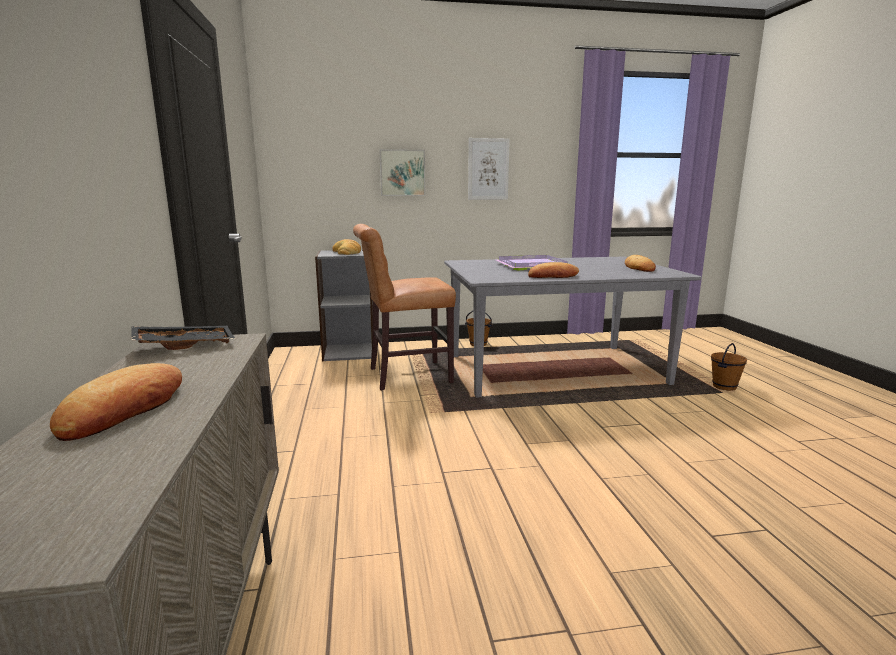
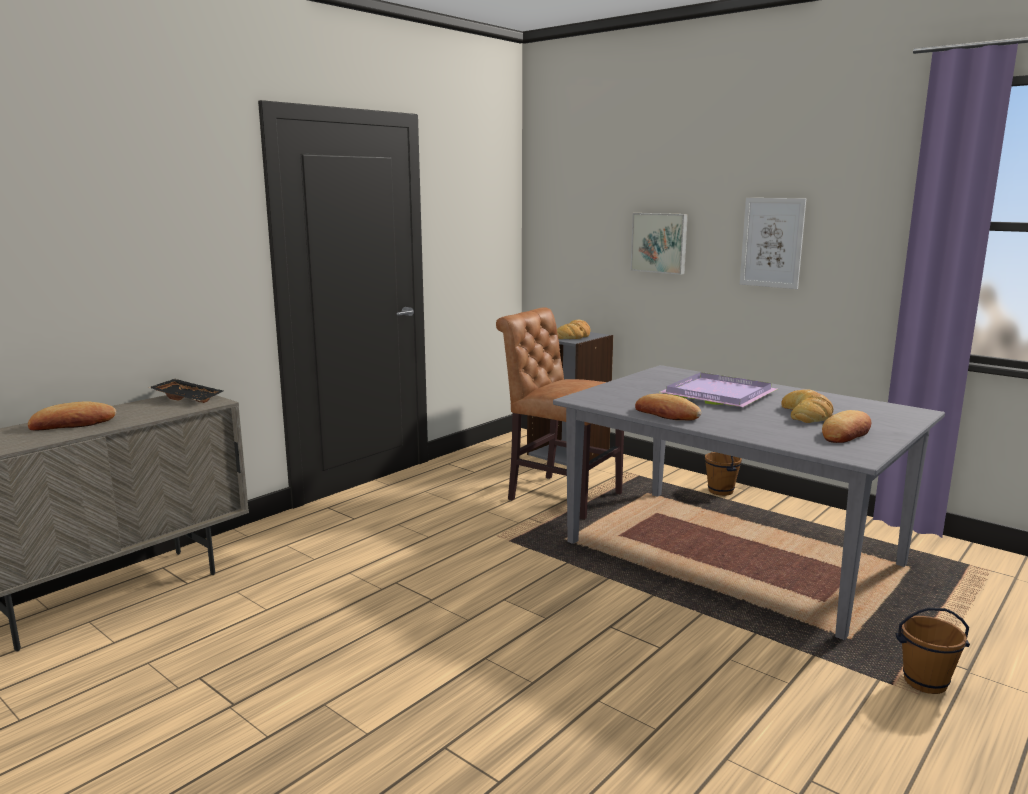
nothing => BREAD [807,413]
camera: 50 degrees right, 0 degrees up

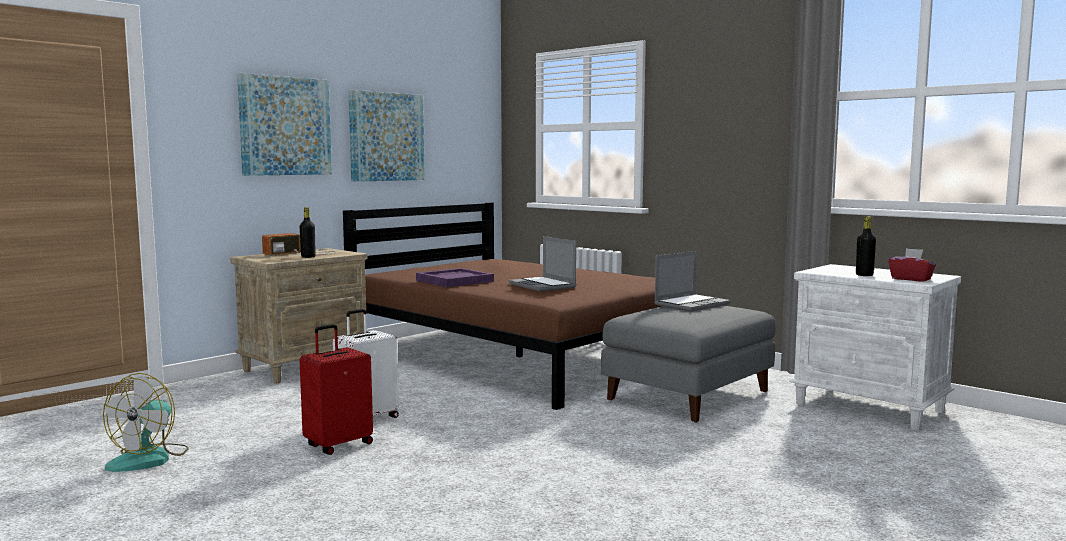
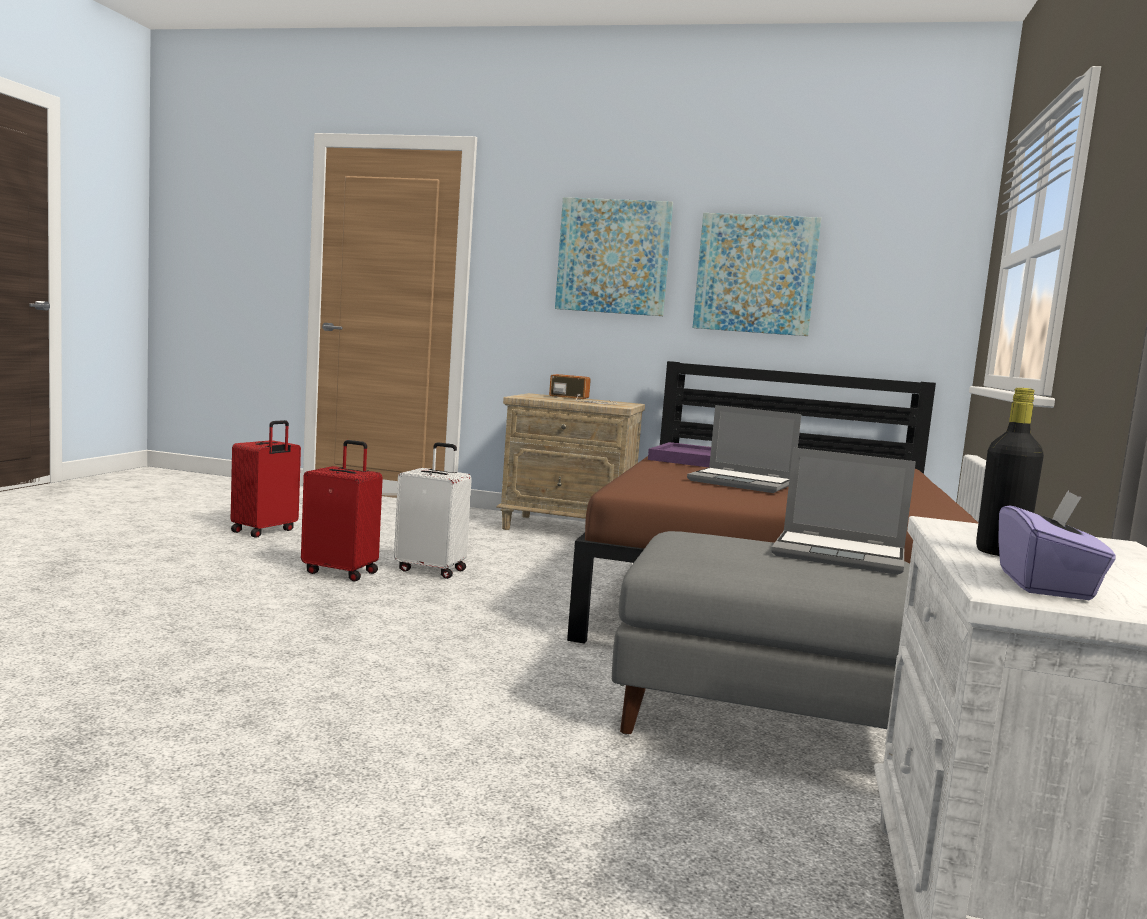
BLACKISH DRINK BOTTLE [308,257] => nothing
ELECTRIC FAN [149,458] => RED-COLOURED TRAVEL CASE [265,531]
RED-COLOURED TISSUE BOX [911,279] => PURPLE TISSUE BOX [1046,585]
NOTEBOOK COMPUTER [543,285] => NOTEBOOK COMPUTER [742,483], 90 degrees counterclockwise
camera: 60 degrees right, 0 degrees up

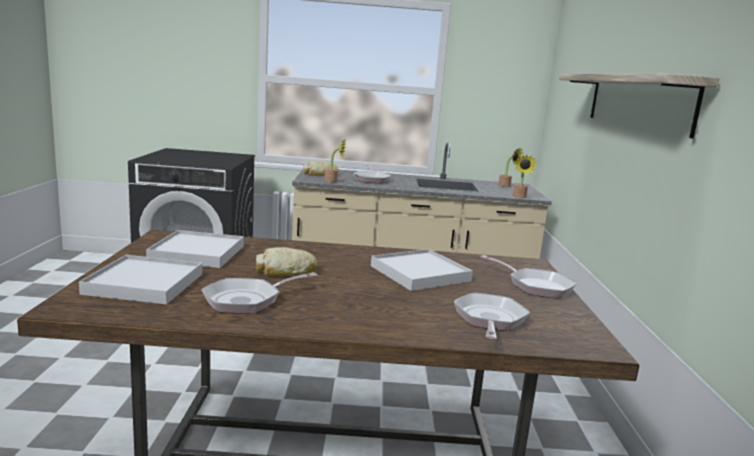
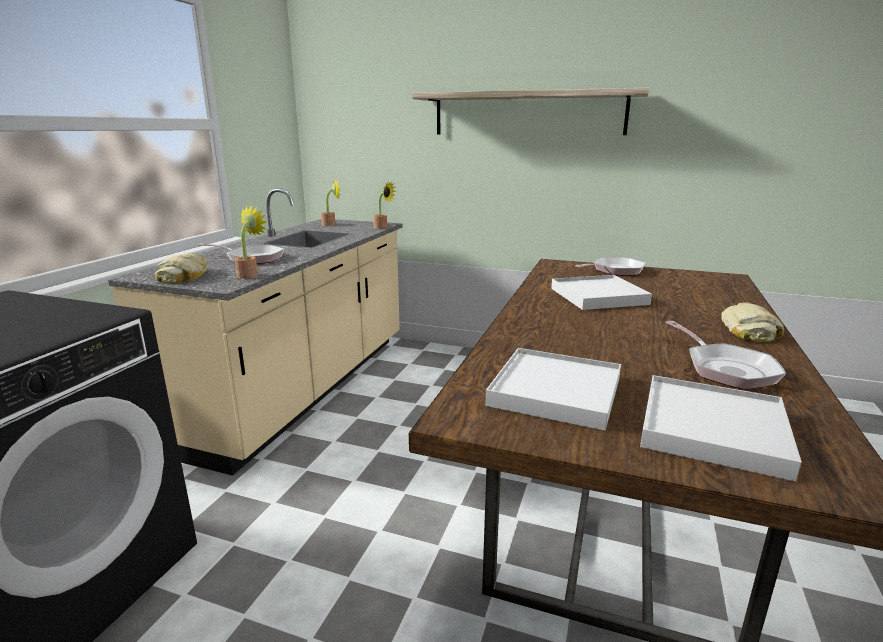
PAN [489,320] => nothing
BREAD [286,270] => BREAD [748,330], move
camera: 70 degrees left, 5 degrees up

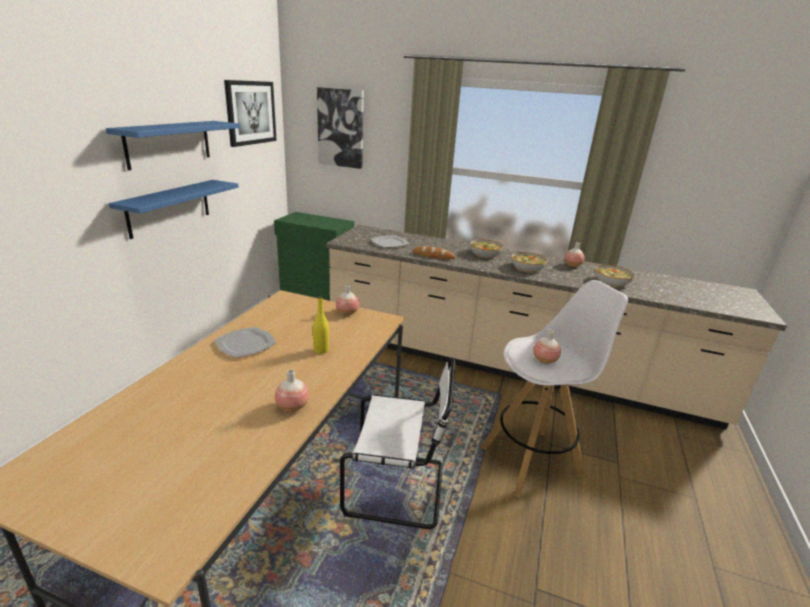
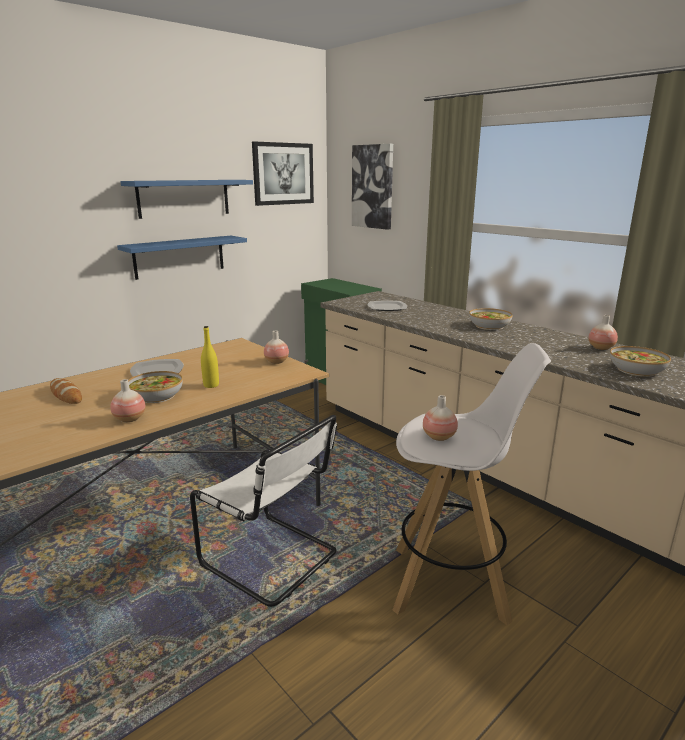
BREAD [433,256] => BREAD [66,394], move
SERVING BOWL [527,268] => SERVING BOWL [157,396], move
camera: 30 degrees right, 5 degrees down

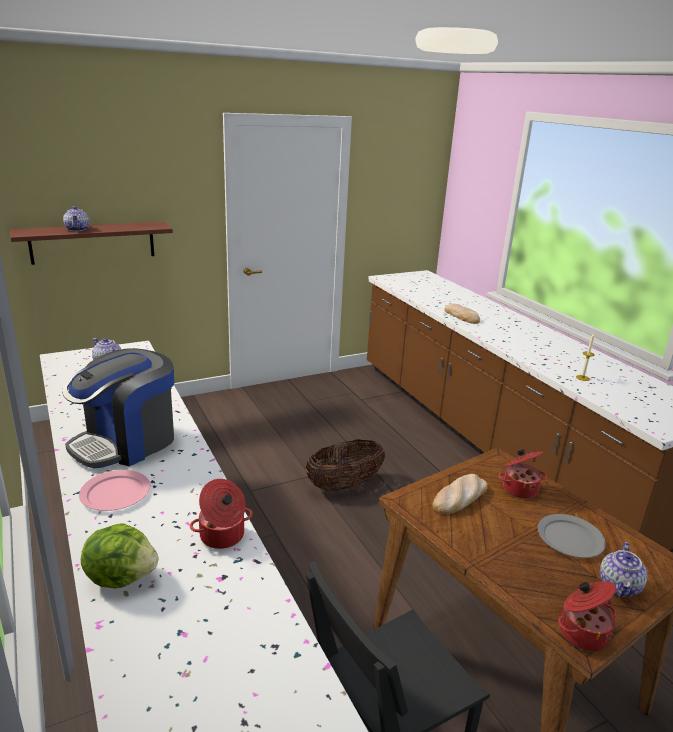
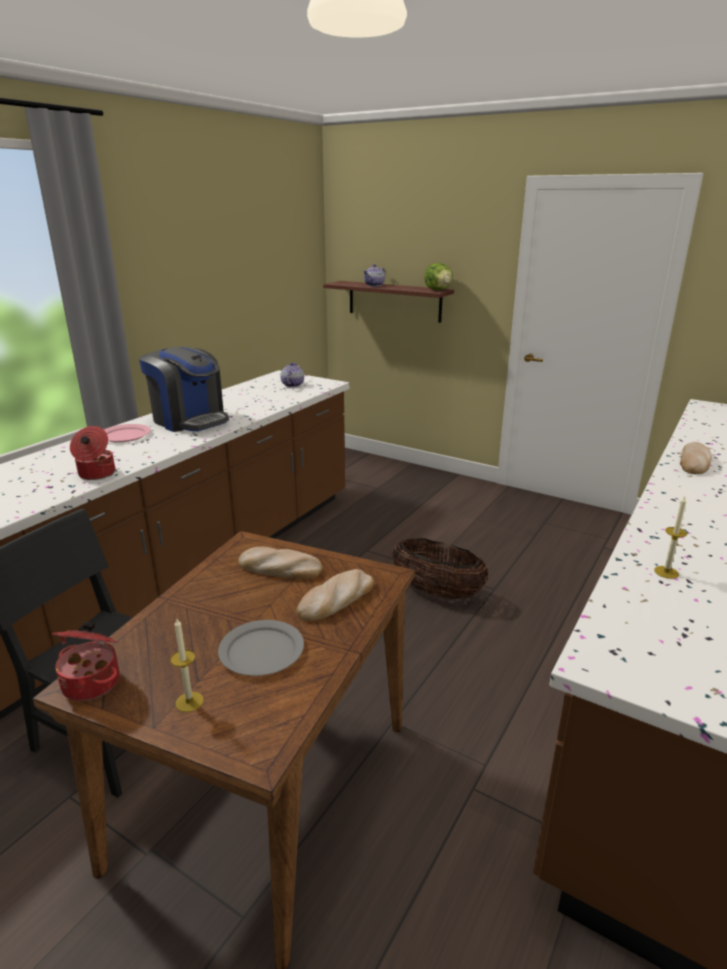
LETTUCE HEAD [122,576] => LETTUCE HEAD [438,290], move
STOCKPOT [519,488] => BREAD [336,599]
POT FOR TEA [620,586] => WAX CANDLE [189,702]
COFFEE MACHINE [126,442] => COFFEE MACHINE [189,420], 150 degrees counterclockwise
camera: 60 degrees right, 0 degrees up

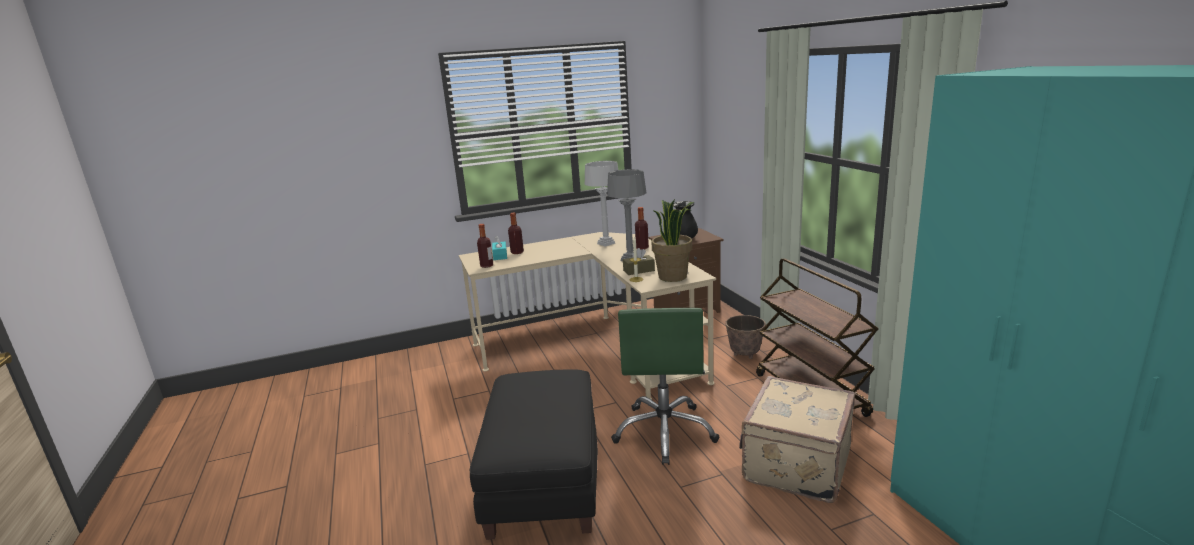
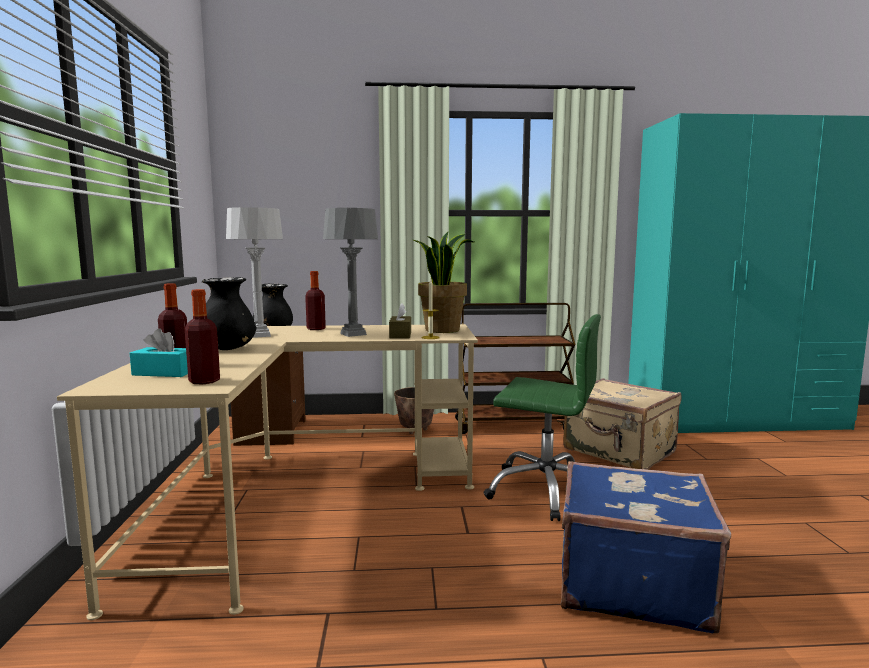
nothing => BLACKISH FLOWER VASE [228,349]
BLACKISH OTTOMAN [544,479] => BLUE TRAVEL CASE [630,582]
camera: 75 degrees left, 10 degrees down

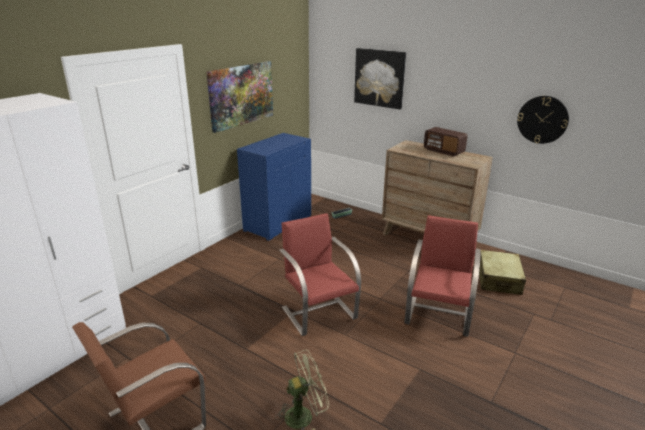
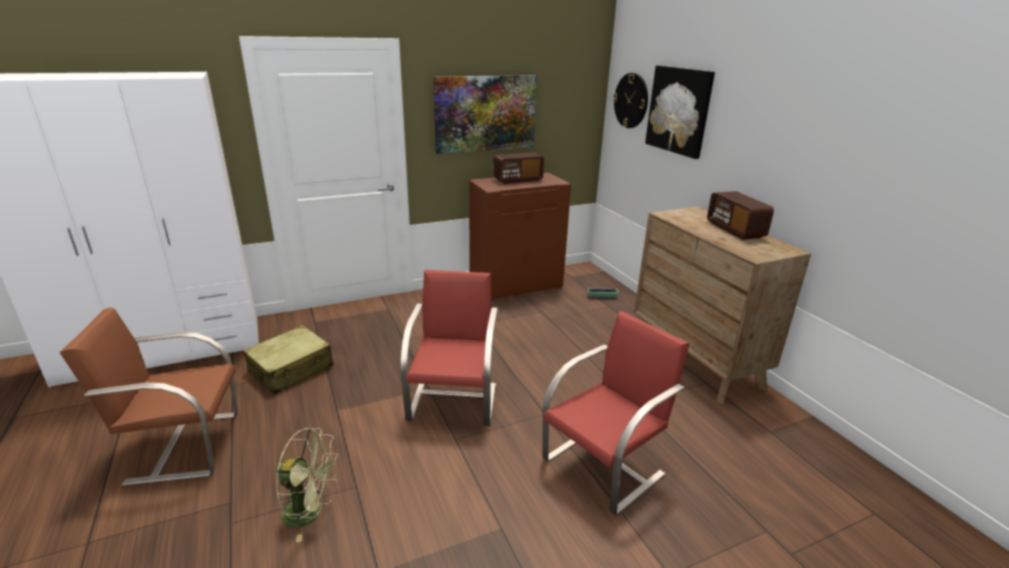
nothing => RADIO SET [518,180]
SAND-COLOURED TRAVEL CASE [498,279] => SAND-COLOURED TRAVEL CASE [291,369], move
WALL CLOCK [542,119] => WALL CLOCK [631,101], move
BLUE STORAGE CABINET [277,223] => BROWN-COLOURED STORAGE CABINET [516,285]
camera: 30 degrees right, 0 degrees up

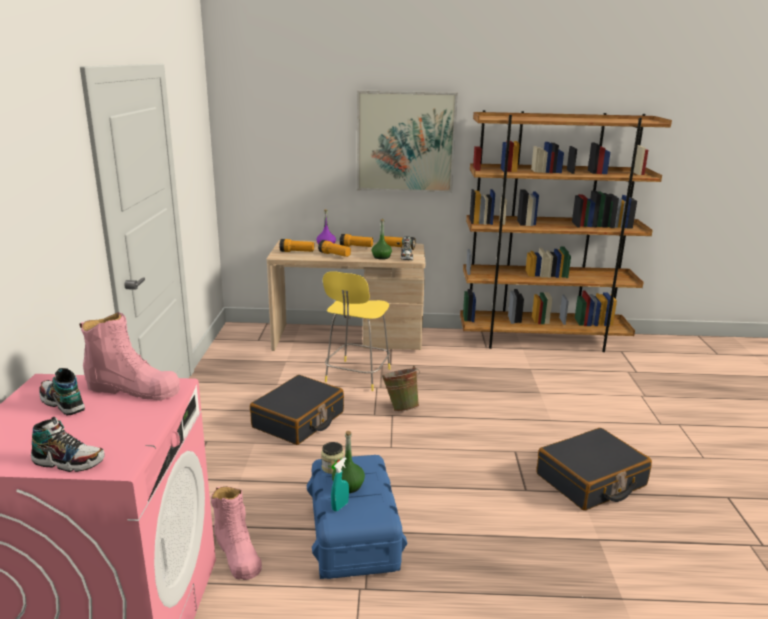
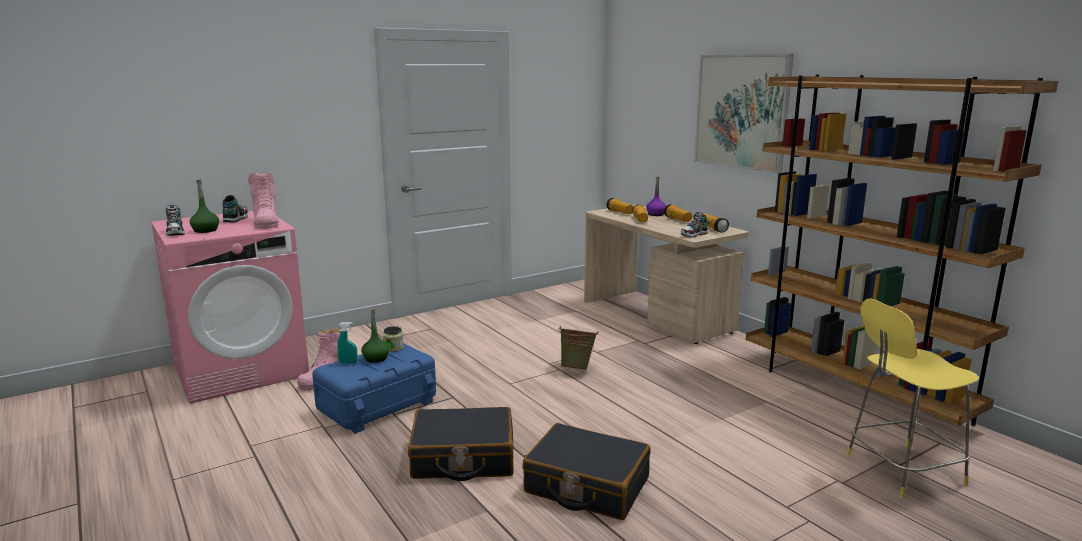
BLACKISH TRAVEL CASE [299,420] => BLACKISH TRAVEL CASE [463,458], move
YELLOW STOOL [357,376] => YELLOW STOOL [900,470], move
GREEN-COLOURED DRINK BOTTLE [381,257] => GREEN-COLOURED DRINK BOTTLE [205,230], move
camera: 55 degrees right, 5 degrees down

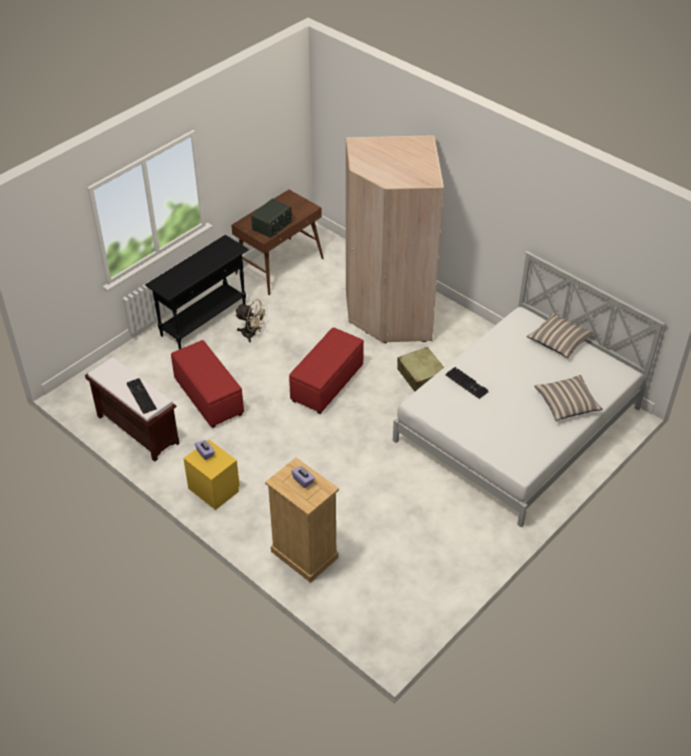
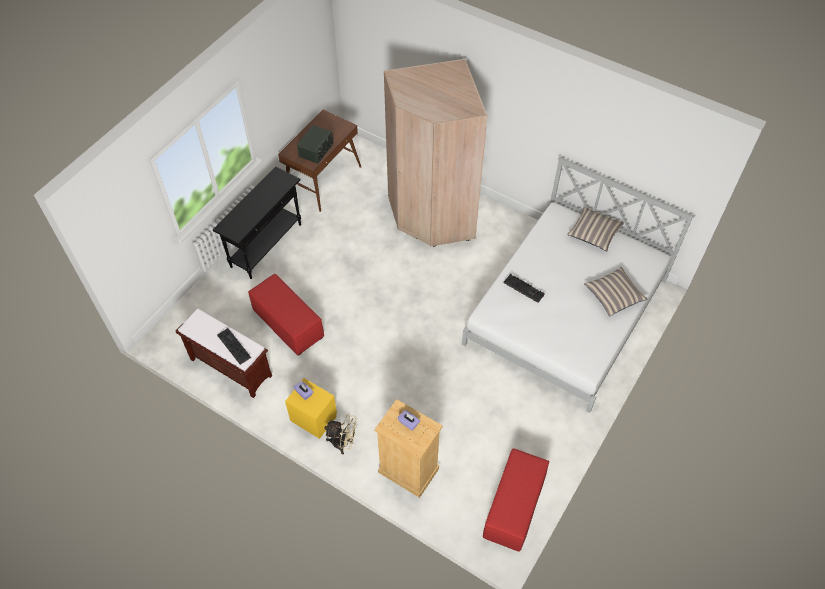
SAND-COLOURED TRAVEL CASE [421,376] => nothing
SAND-COLOURED ELECTRIC FAN [252,334] => SAND-COLOURED ELECTRIC FAN [343,443], move
RED-COLOURED OTTOMAN [327,383] => RED-COLOURED OTTOMAN [514,506], move
camera: 10 degrees left, 10 degrees up

